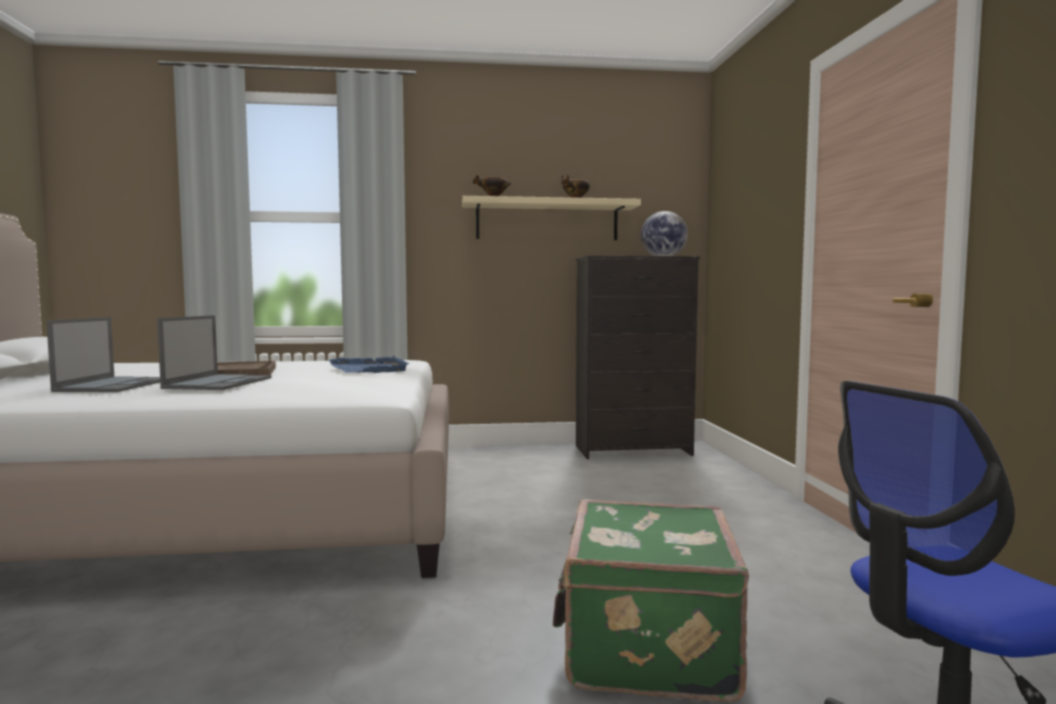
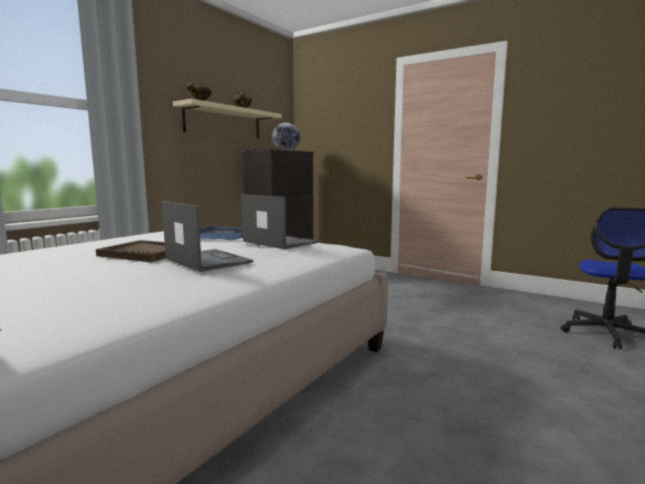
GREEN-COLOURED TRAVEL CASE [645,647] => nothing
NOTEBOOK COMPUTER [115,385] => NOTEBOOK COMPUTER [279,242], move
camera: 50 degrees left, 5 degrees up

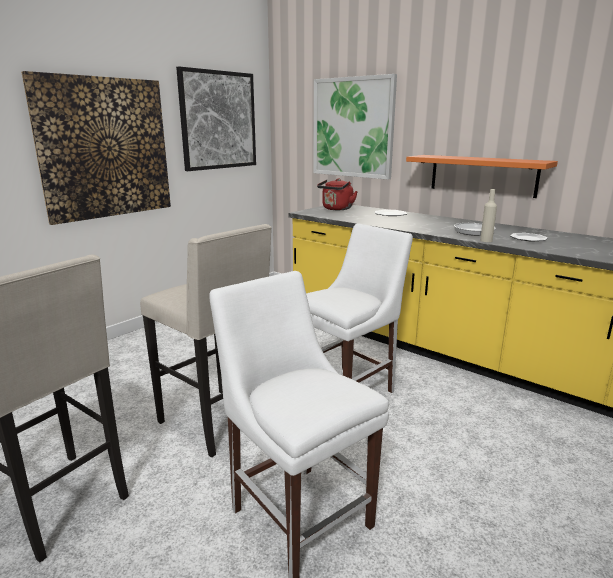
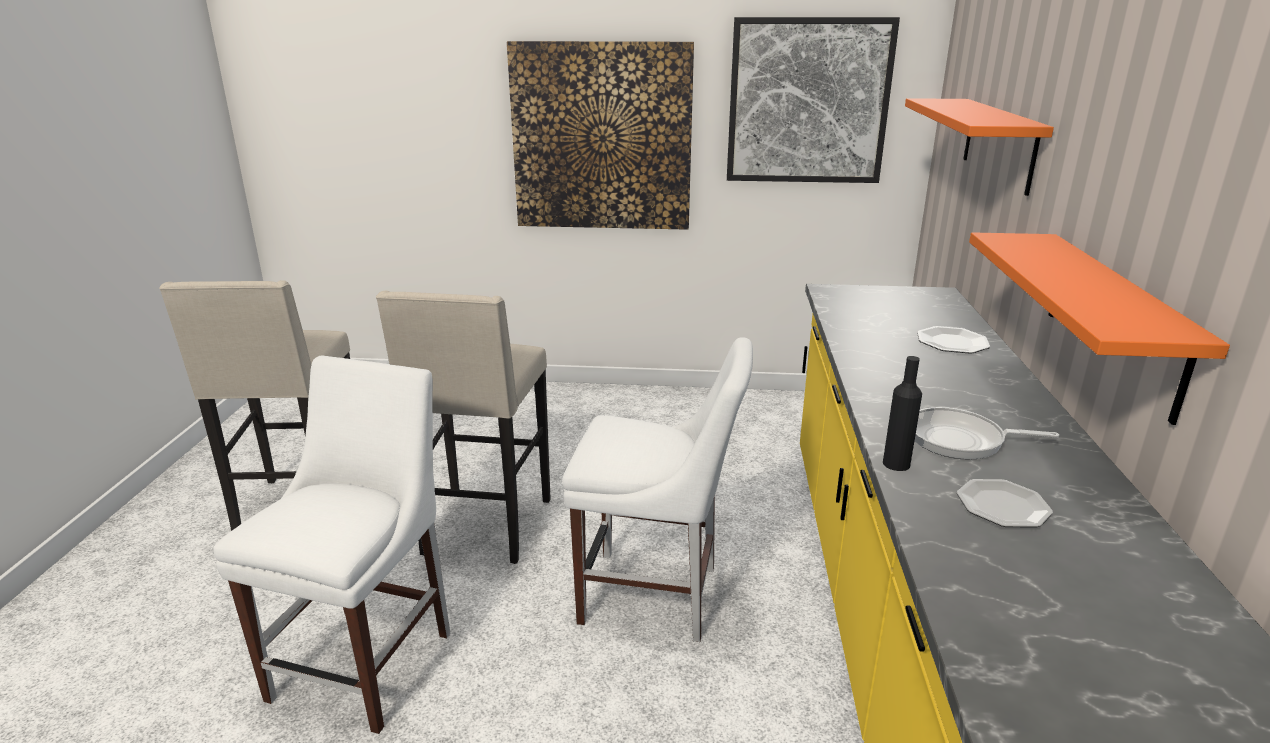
RED-COLOURED WATER KETTLE [336,209] => nothing
WALL ART [352,128] => ORANGE-COLOURED WALL SHELF [999,143]
SAND-COLOURED DRINK BOTTLE [486,240] => BLACKISH DRINK BOTTLE [896,464]
camera: 55 degrees right, 5 degrees up

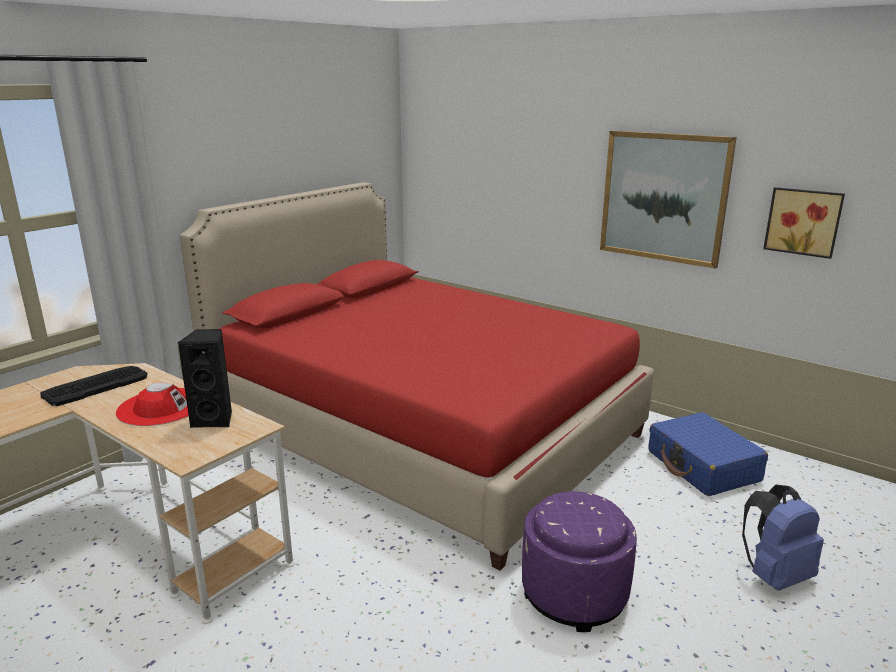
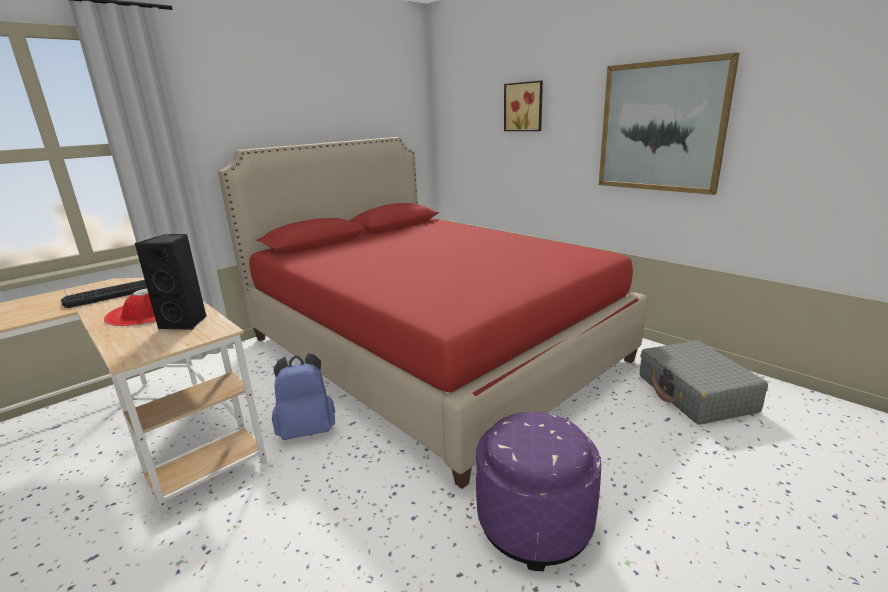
BLUE RUCKSACK [774,575] => BLUE RUCKSACK [307,430], move
WALL ART [803,221] => WALL ART [524,107], move
BLUE TRAVEL CASE [703,466] => GRAY TRAVEL CASE [695,394]
camera: 10 degrees right, 0 degrees up

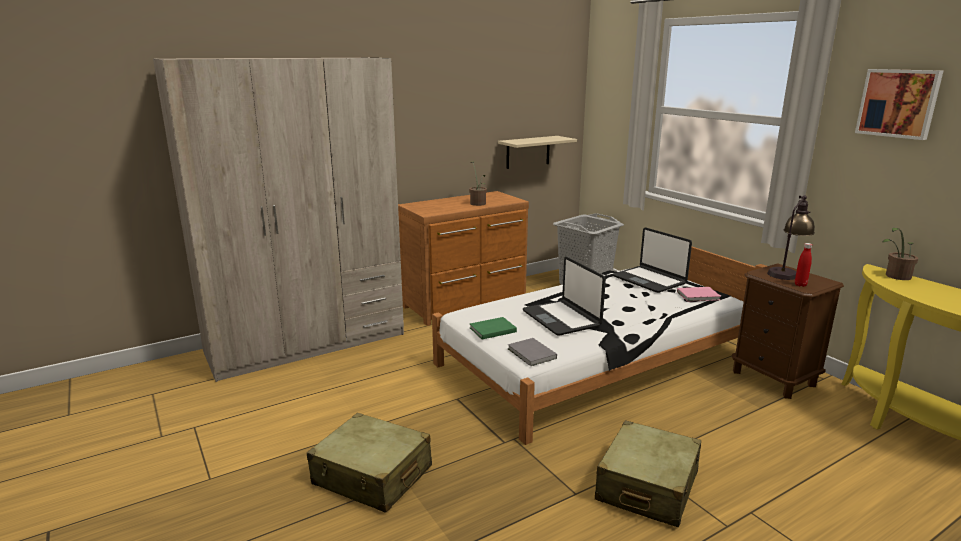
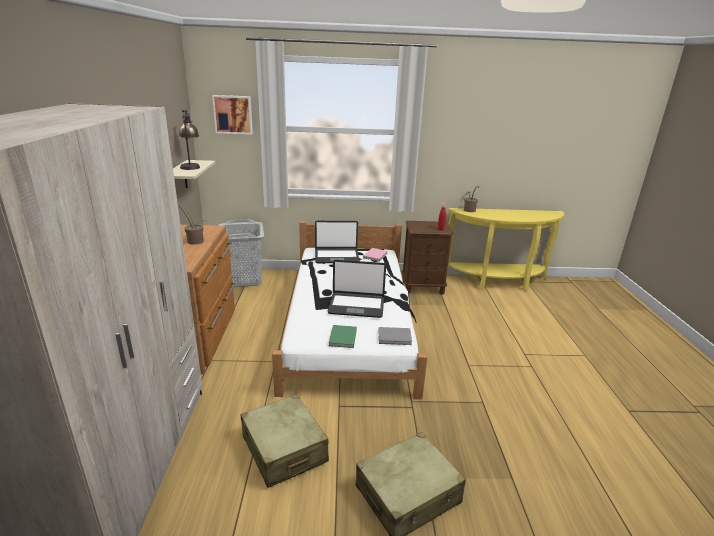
SAND-COLOURED TRAVEL CASE [647,487] => SAND-COLOURED TRAVEL CASE [284,450], move
LAMP FOR A TABLE [787,272] => LAMP FOR A TABLE [191,166], move
WALL ART [898,103] => WALL ART [233,114], move
camera: 60 degrees left, 5 degrees up

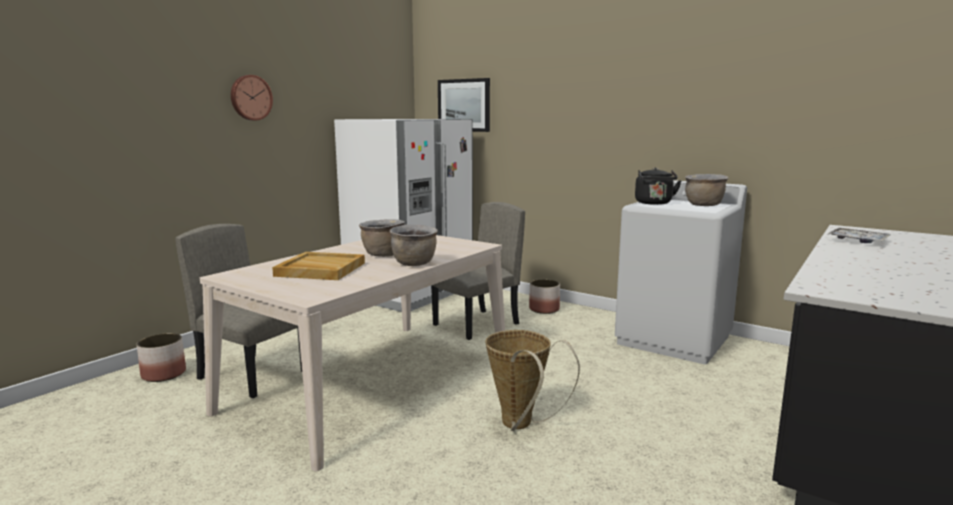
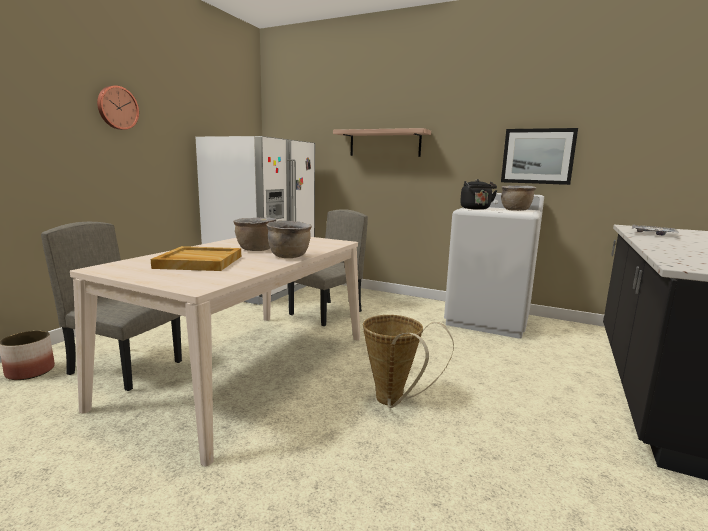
PLANT POT [543,309] => nothing
nothing => WALL SHELF [384,143]
WALL ART [464,105] => WALL ART [537,156], move
camera: 10 degrees left, 0 degrees up

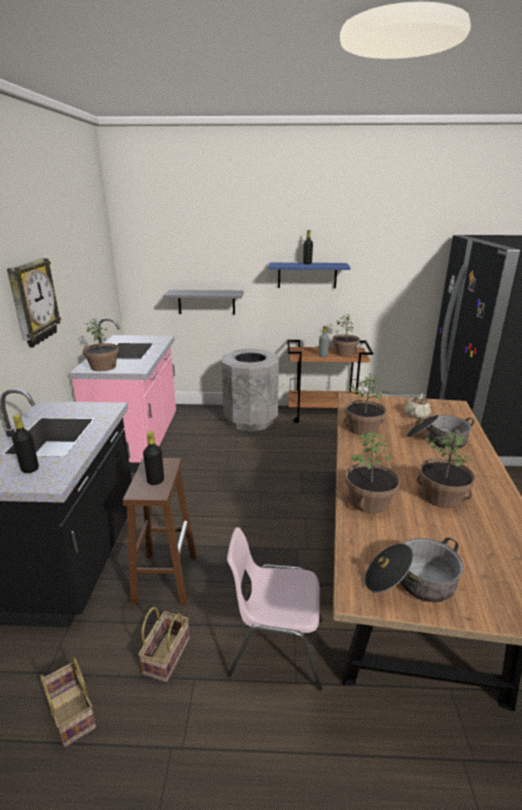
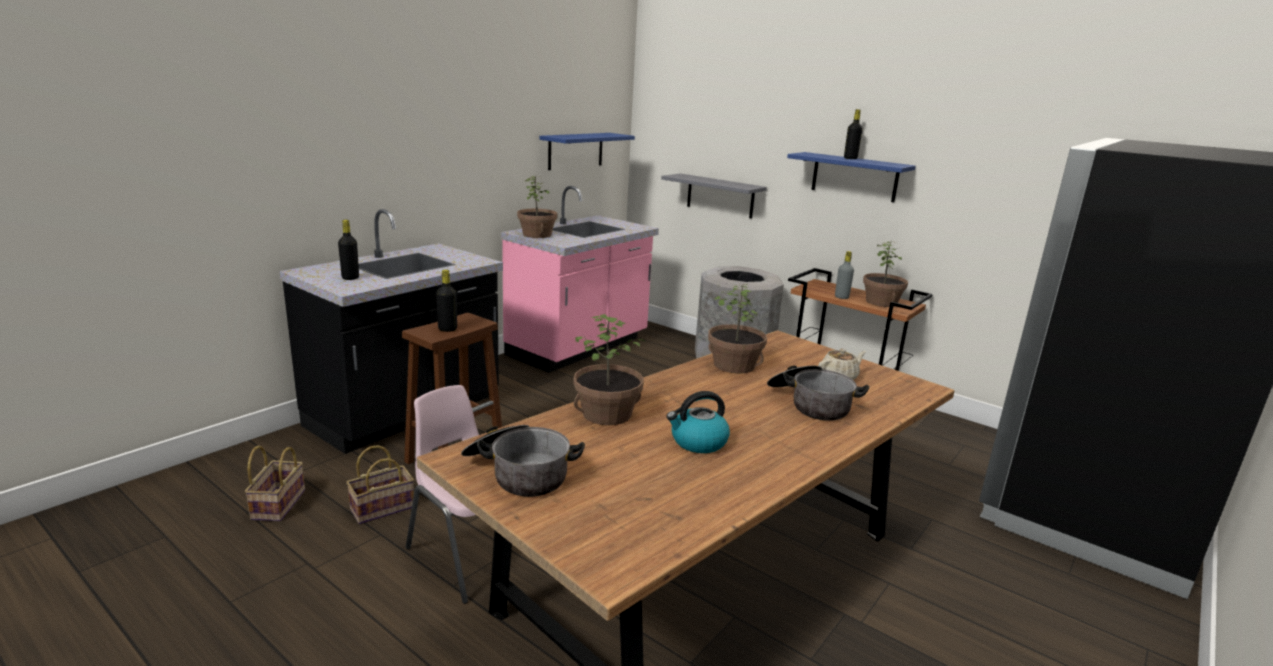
WALL CLOCK [33,302] => nothing
nothing => BLUE WALL SHELF [575,150]
POTTED PLANT [442,496] => WATER KETTLE [698,442]
camera: 35 degrees right, 5 degrees down

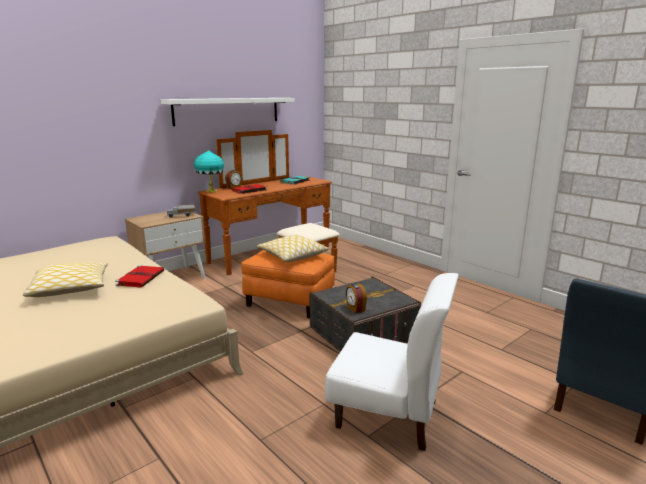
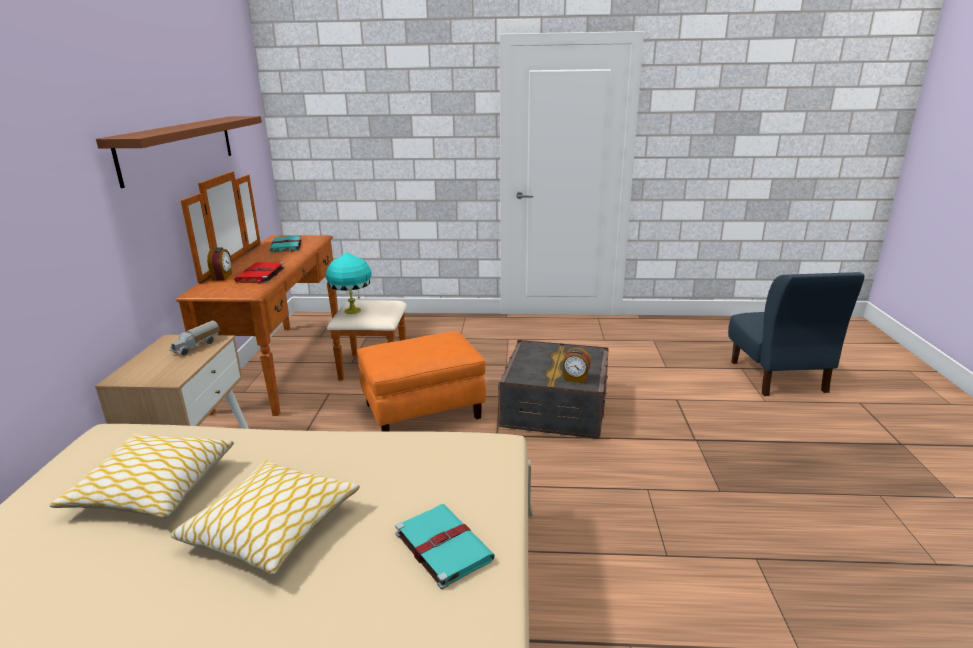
RED-COLOURED BOUND BOOK [141,278] => nothing
WHITISH PLAIN CHAIR [388,414] => nothing
nothing => TURQUOISE BOUND BOOK [442,545]
TURQUOISE LAMP FOR A TABLE [211,191] => TURQUOISE LAMP FOR A TABLE [352,311], move
PILLOW [292,256] => PILLOW [153,488], move
WHITISH WALL SHELF [228,110] => BROWN-COLOURED WALL SHELF [179,147]
camera: 45 degrees left, 5 degrees up

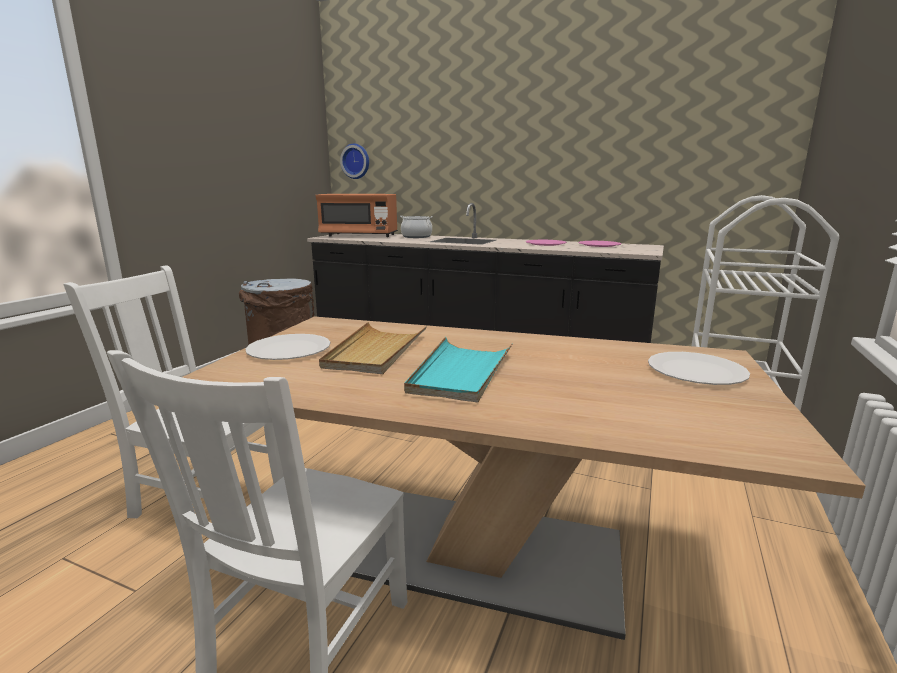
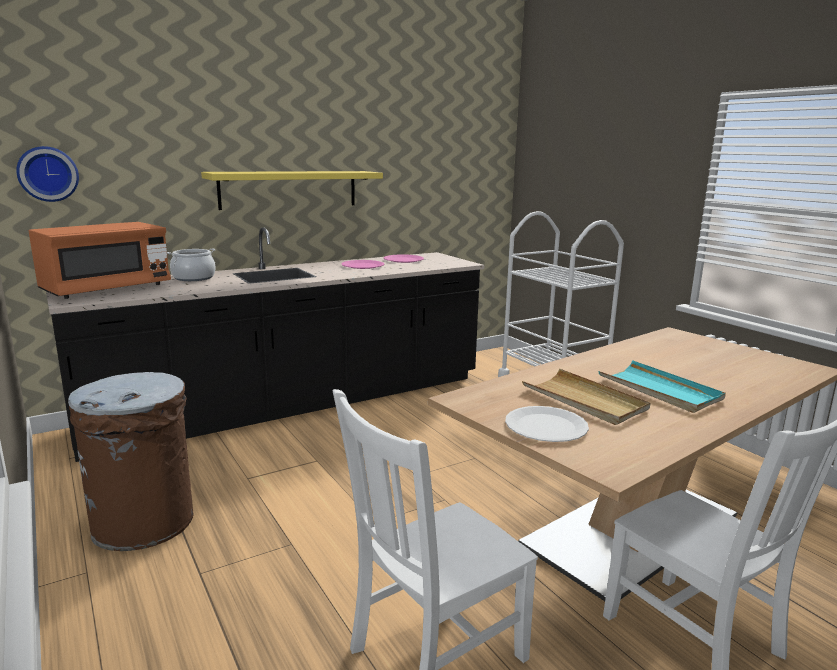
WHITISH FLAT DISH [696,371] => nothing
nothing => YELLOW WALL SHELF [289,189]
camera: 55 degrees left, 0 degrees up

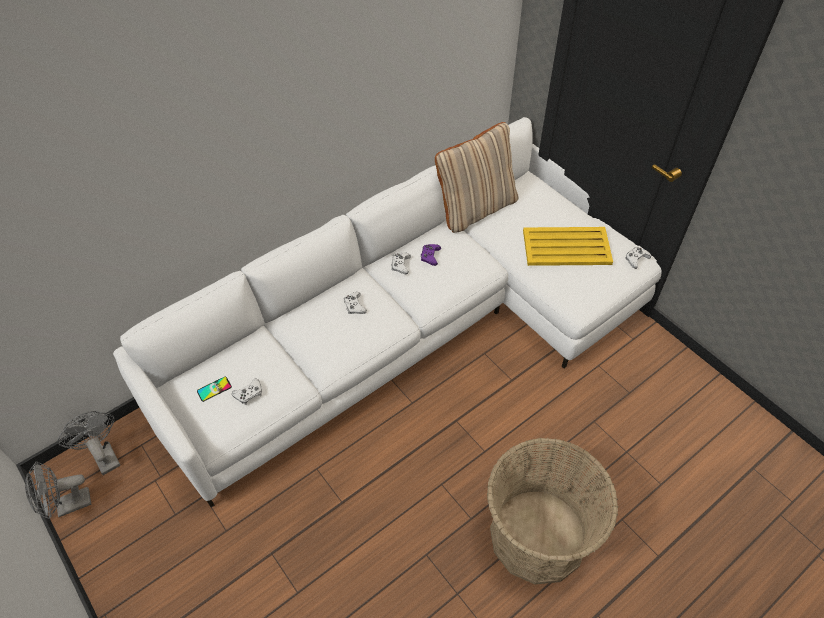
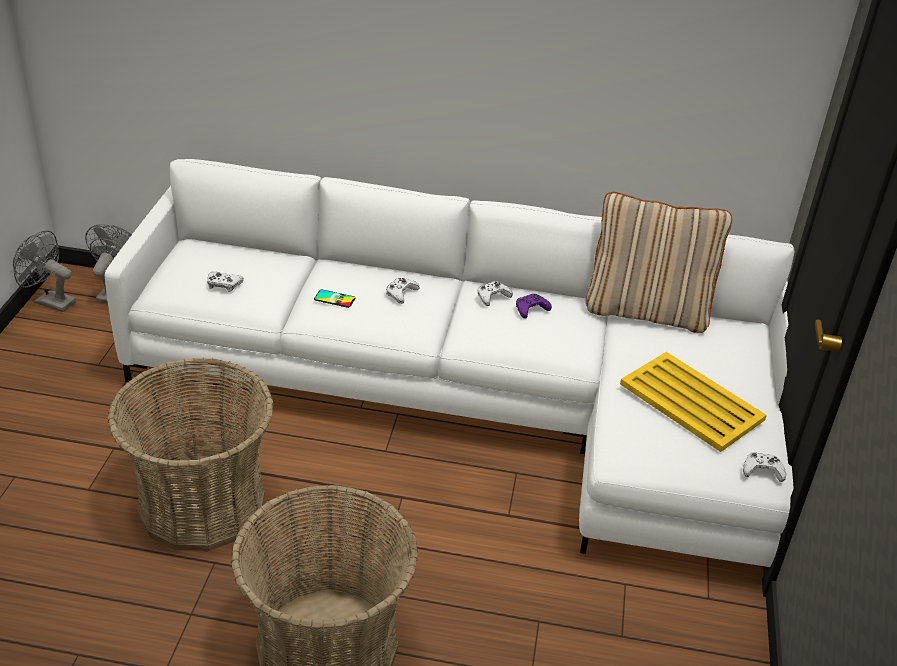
nothing => BASKET [202,504]
PHONE [214,389] => PHONE [334,299], move
camera: 45 degrees right, 15 degrees down

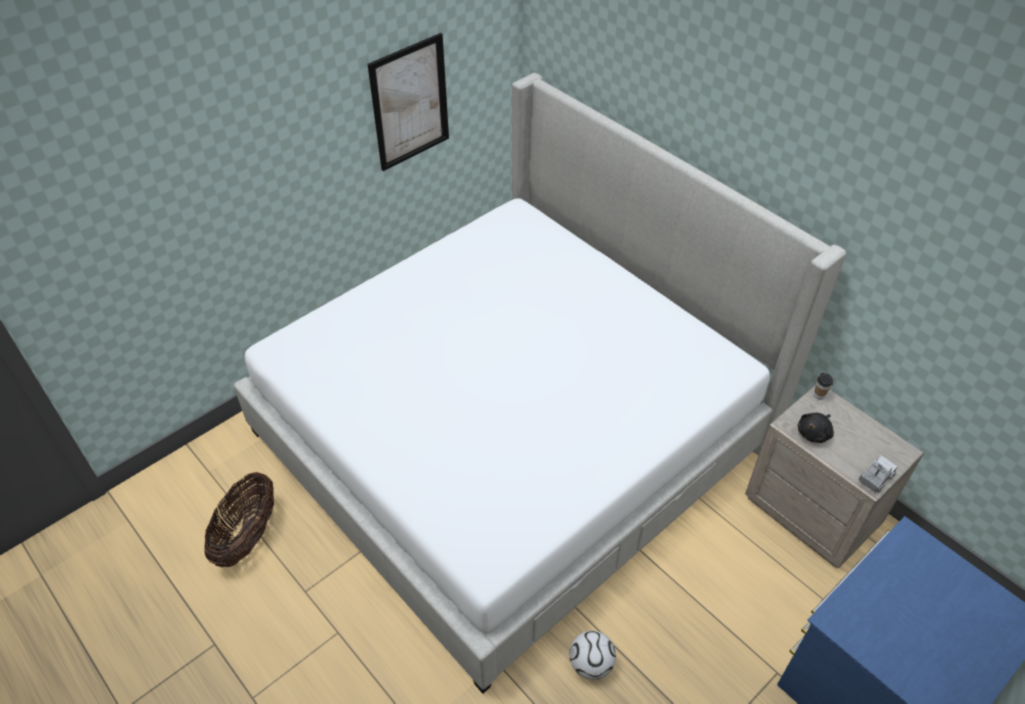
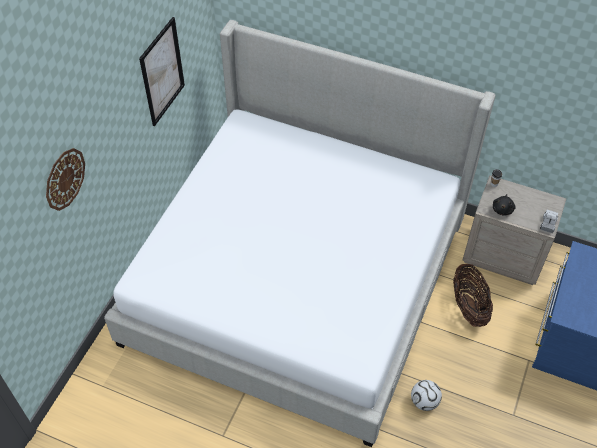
nothing => WALL CLOCK [64,179]
BASKET [247,536] => BASKET [468,306], move
camera: 25 degrees left, 5 degrees up

